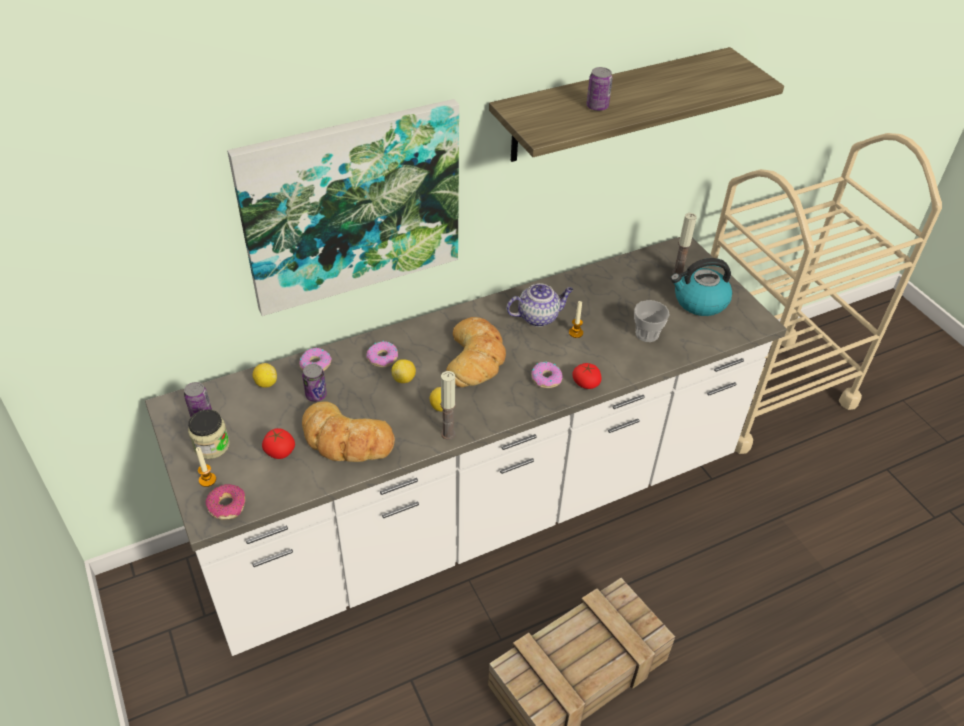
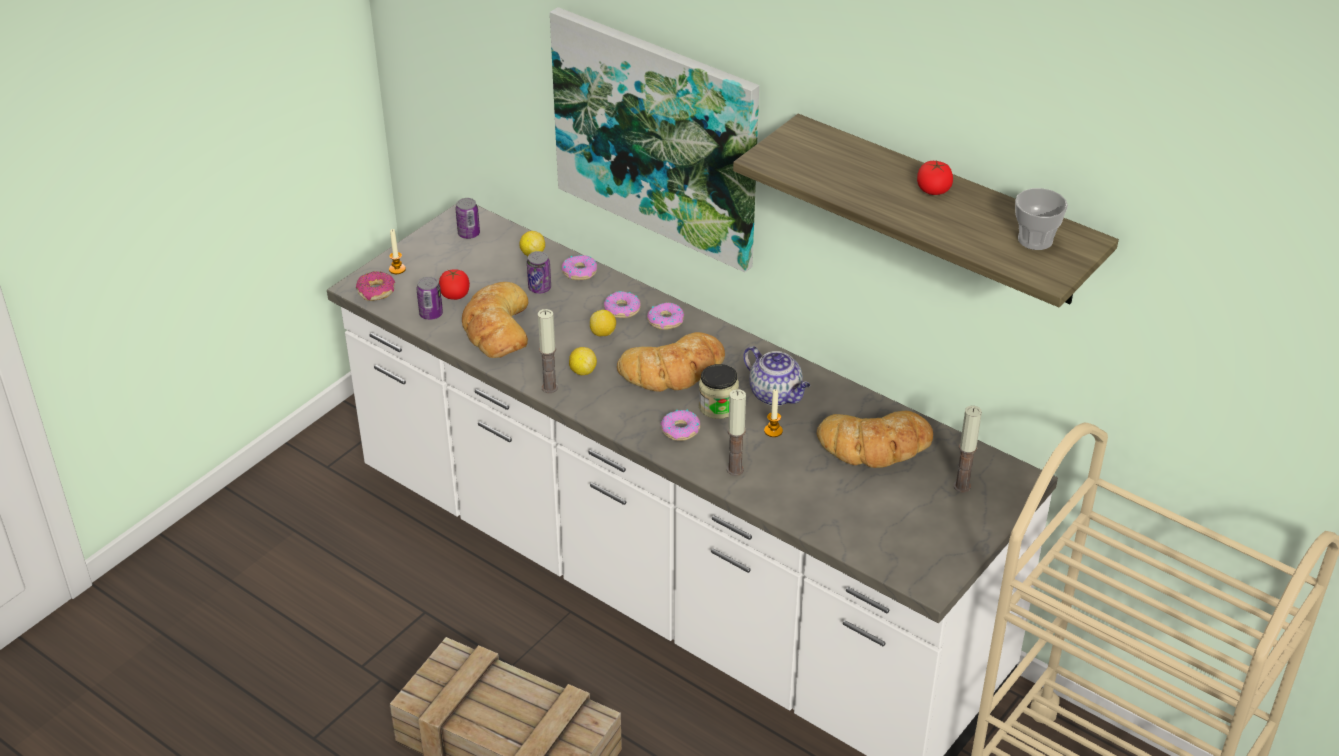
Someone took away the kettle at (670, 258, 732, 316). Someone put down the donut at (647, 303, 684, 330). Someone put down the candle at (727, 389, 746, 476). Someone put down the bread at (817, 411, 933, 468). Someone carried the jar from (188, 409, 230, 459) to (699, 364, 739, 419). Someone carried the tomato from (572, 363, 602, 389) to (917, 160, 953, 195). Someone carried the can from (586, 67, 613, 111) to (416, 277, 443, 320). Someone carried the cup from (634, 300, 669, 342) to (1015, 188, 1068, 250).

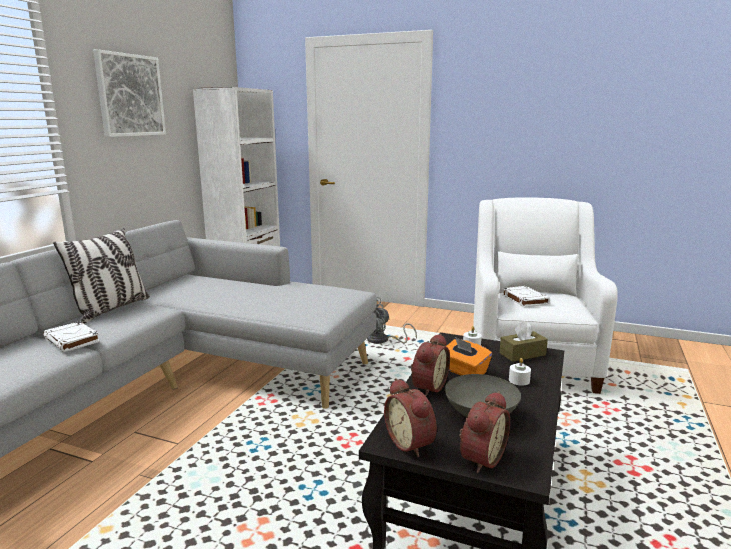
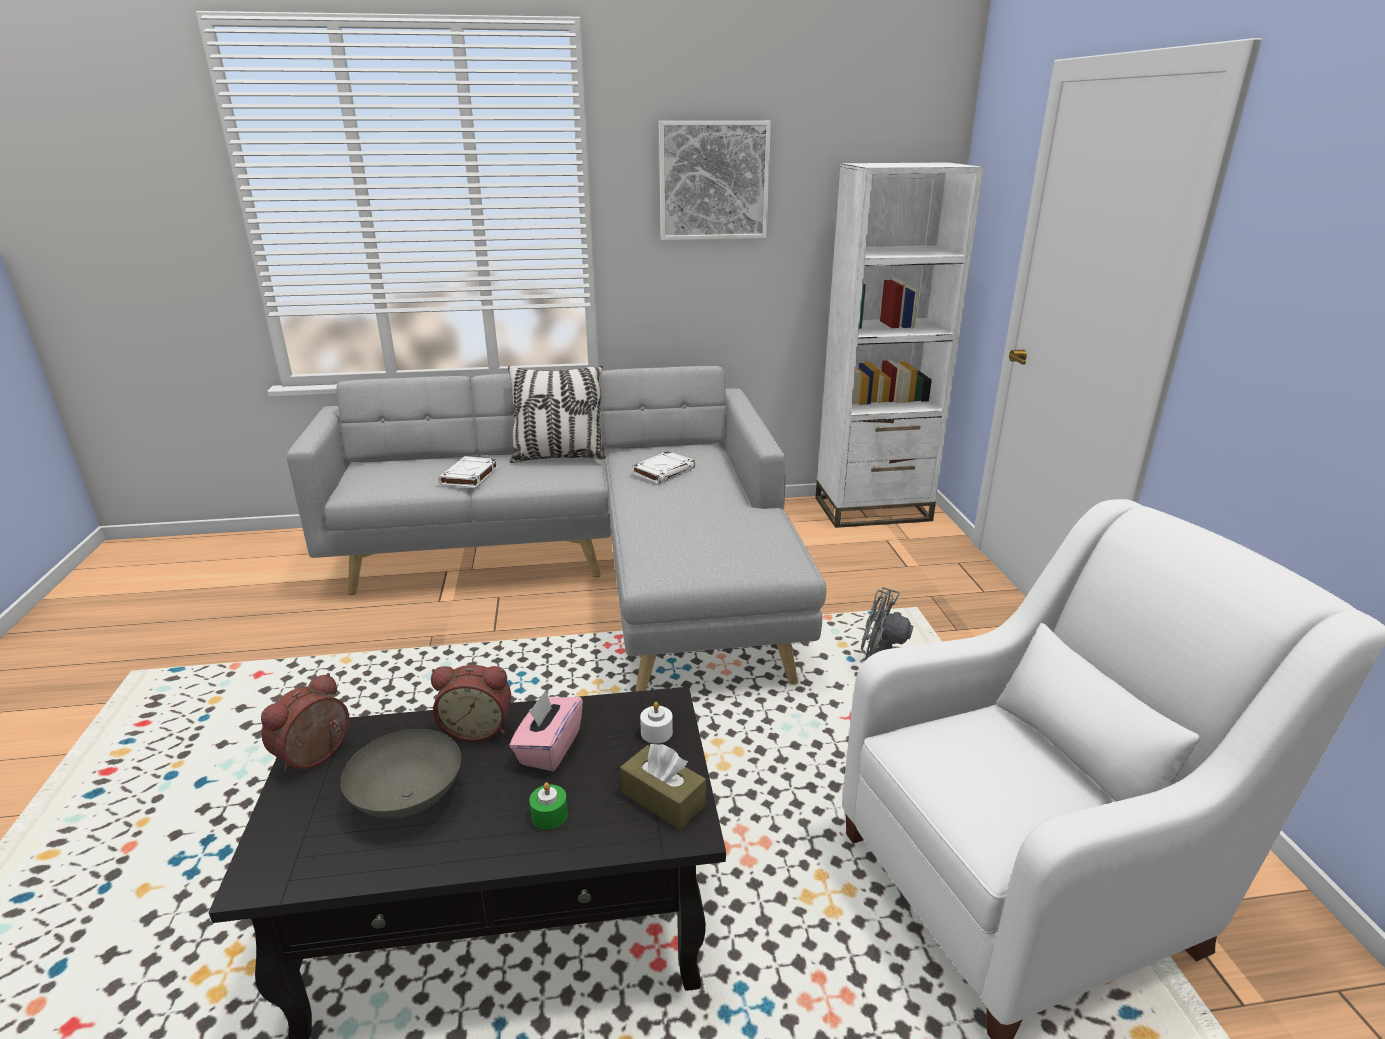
Someone took away the alarm clock at (459, 391, 510, 473). Someone carried the white book from (502, 286, 550, 307) to (632, 451, 695, 484). Someone repainted the orange tissue box at (446, 337, 492, 375), which became the pink tissue box at (510, 690, 583, 771). Someone repainted the white candle at (509, 358, 531, 386), which became the green candle at (529, 782, 568, 830).

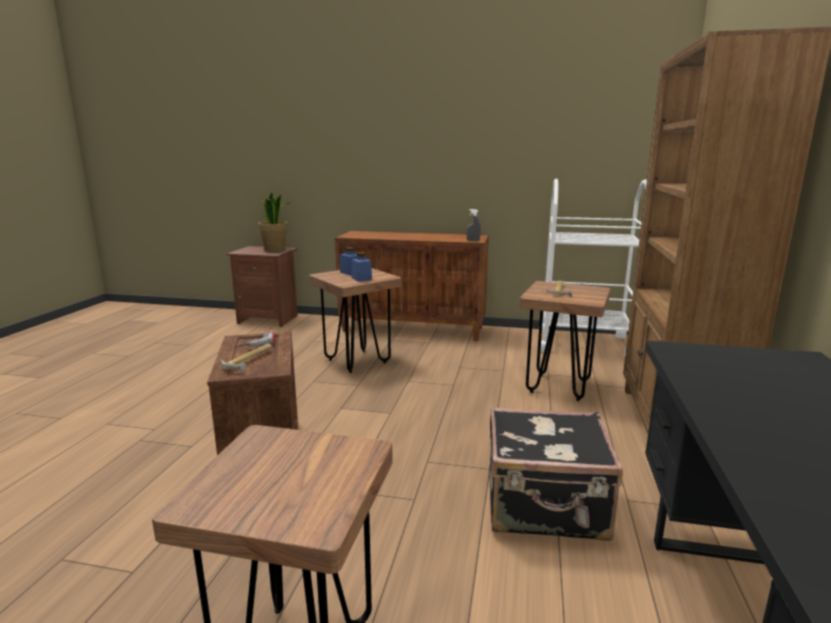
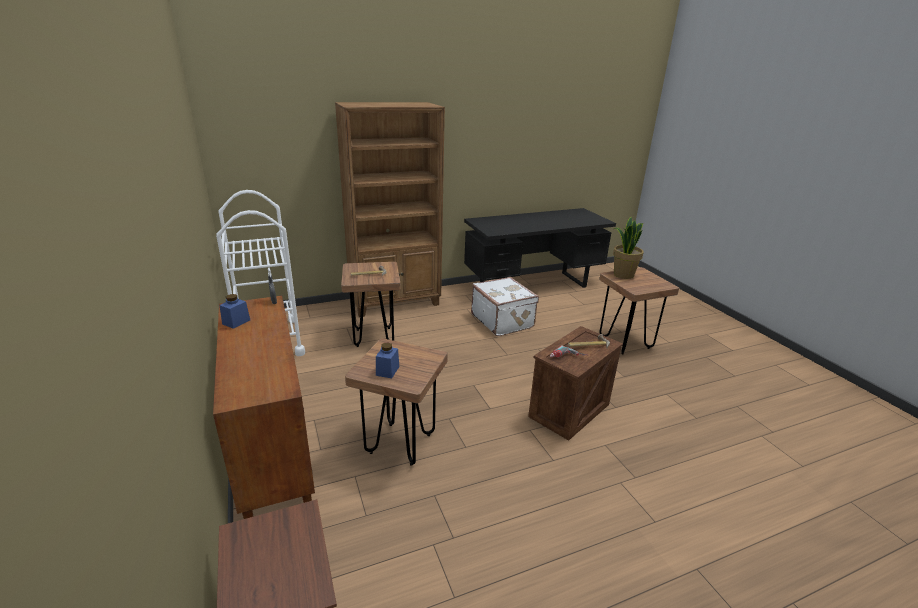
Someone carried the potted plant from (258, 193, 290, 252) to (613, 217, 644, 279). Someone carried the blue jar from (352, 252, 372, 282) to (219, 294, 250, 329). Someone repainted the black suitcase at (489, 407, 623, 541), which became the white suitcase at (471, 277, 539, 336).

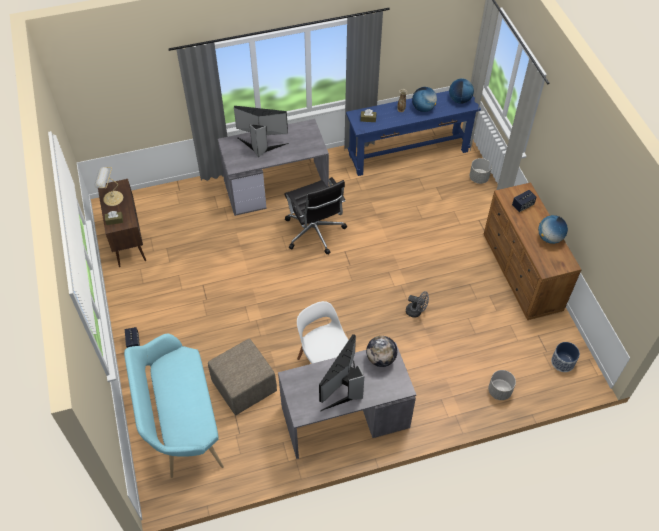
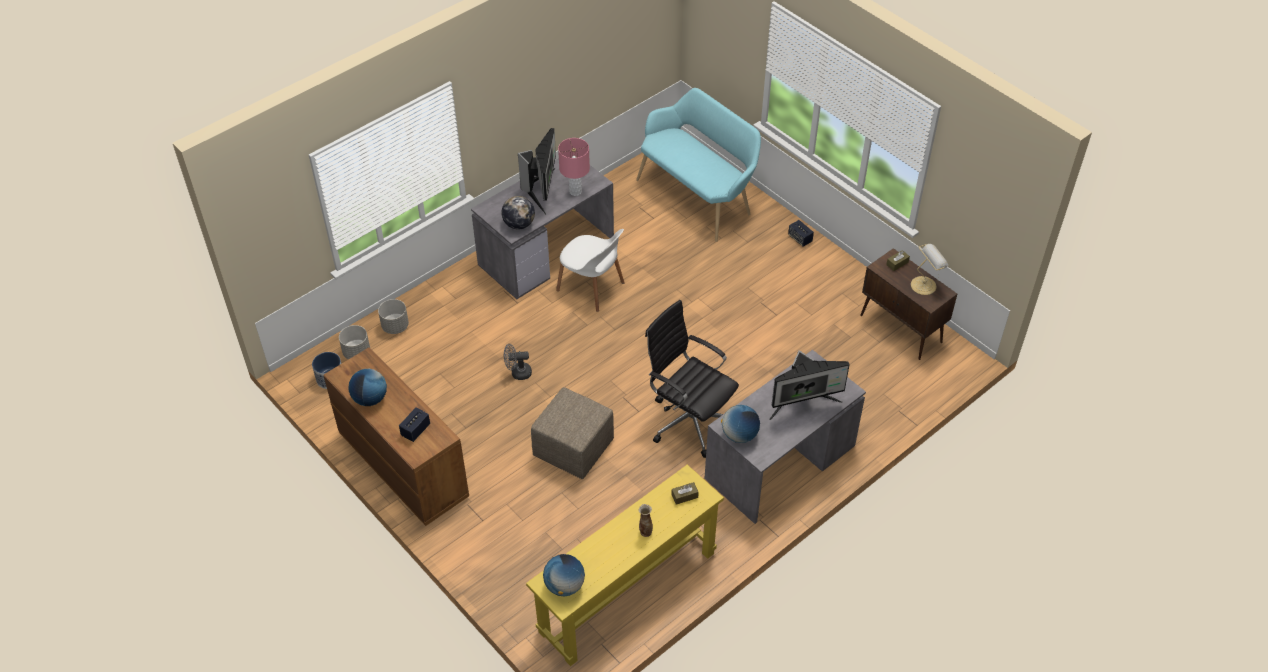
Someone put down the pink table lamp at (558, 138, 590, 196). Someone carried the beige ottoman from (208, 339, 277, 416) to (531, 387, 614, 479). Someone carried the globe from (412, 87, 437, 112) to (721, 405, 760, 443). Someone carried the grey planter from (469, 158, 492, 184) to (339, 325, 370, 359). Someone repainted the blue console table at (346, 91, 481, 176), which became the yellow console table at (526, 465, 724, 666).

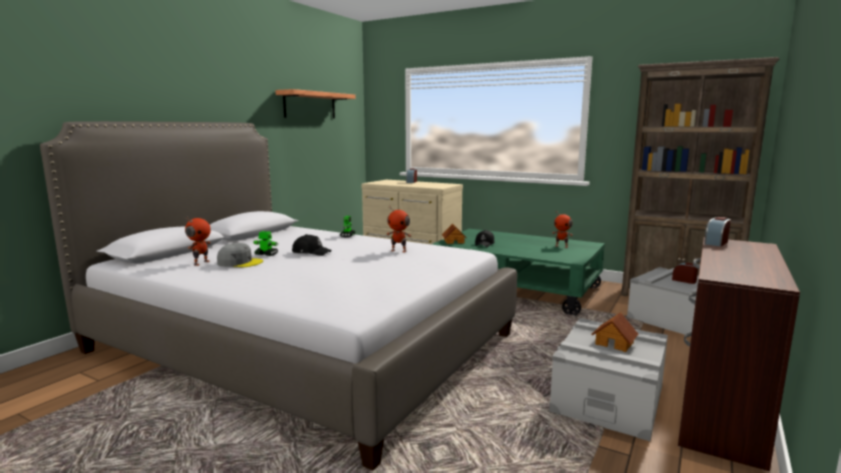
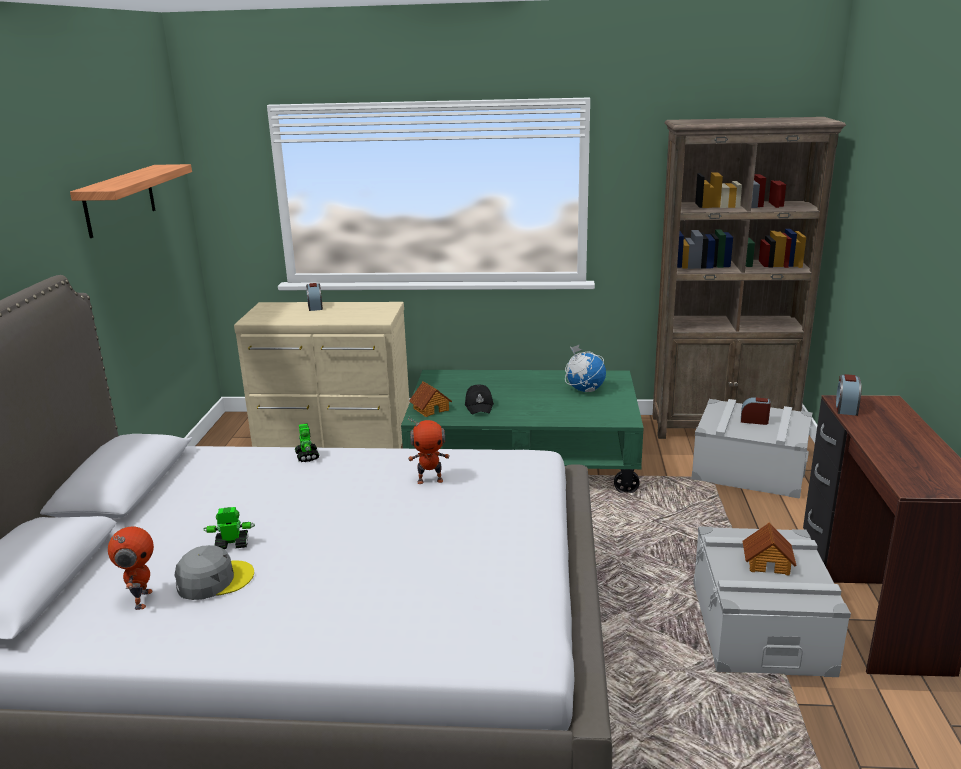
Someone took away the black cap at (292, 234, 332, 256). Someone swapped the toy robot at (552, 212, 573, 248) for the globe at (565, 345, 606, 392).

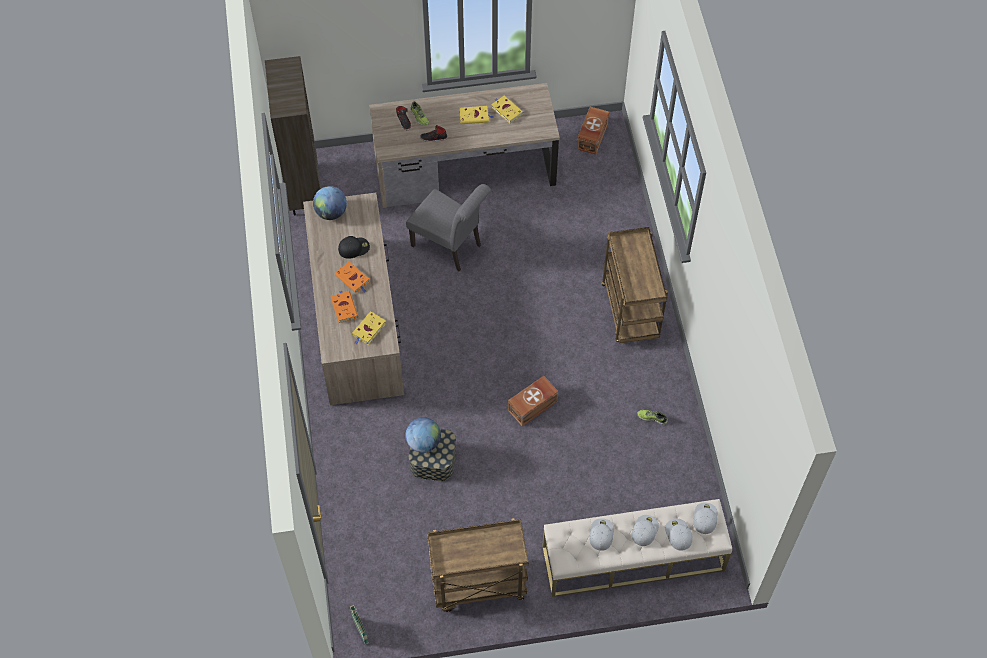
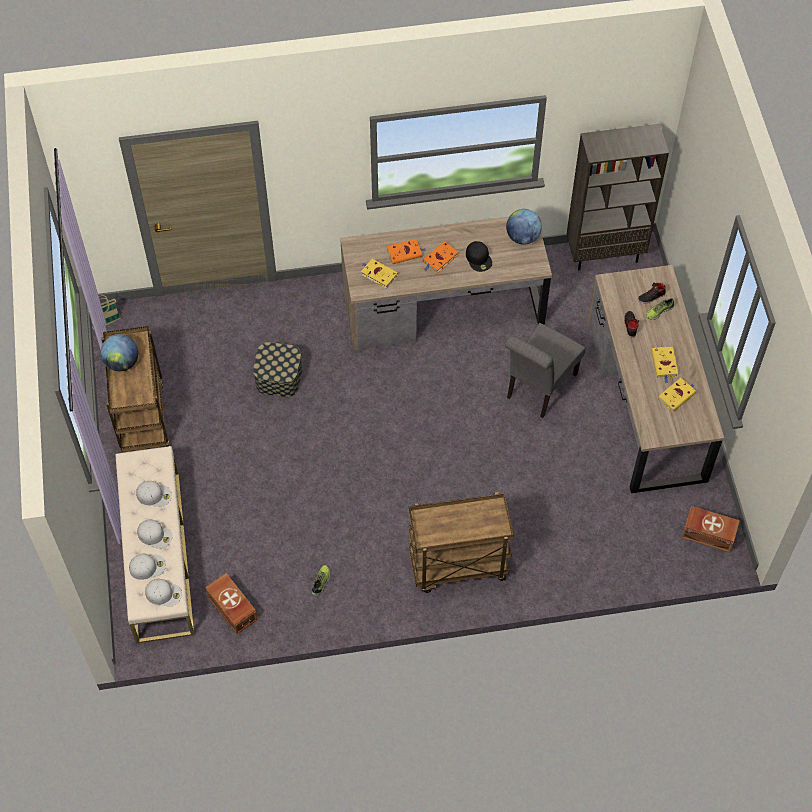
Someone carried the globe from (406, 417, 441, 453) to (101, 334, 138, 371). Someone carried the brown storage box from (508, 376, 558, 426) to (205, 573, 258, 634).

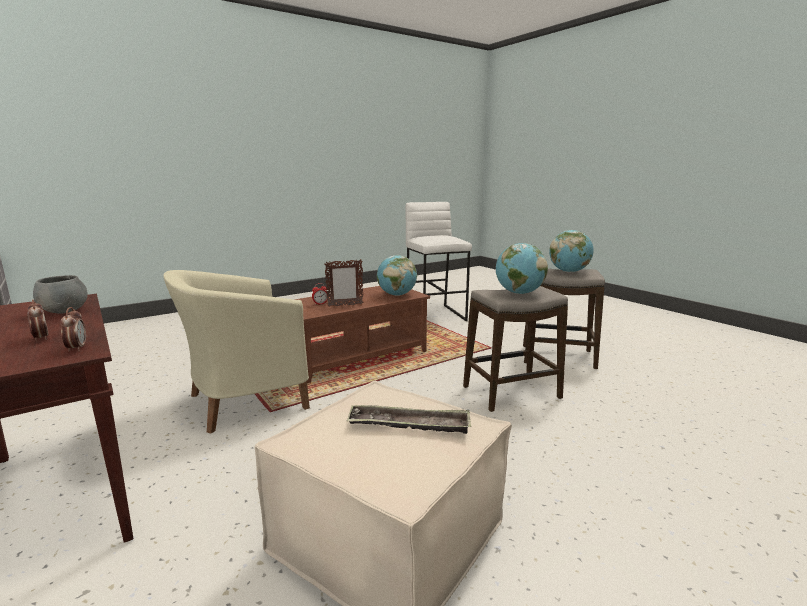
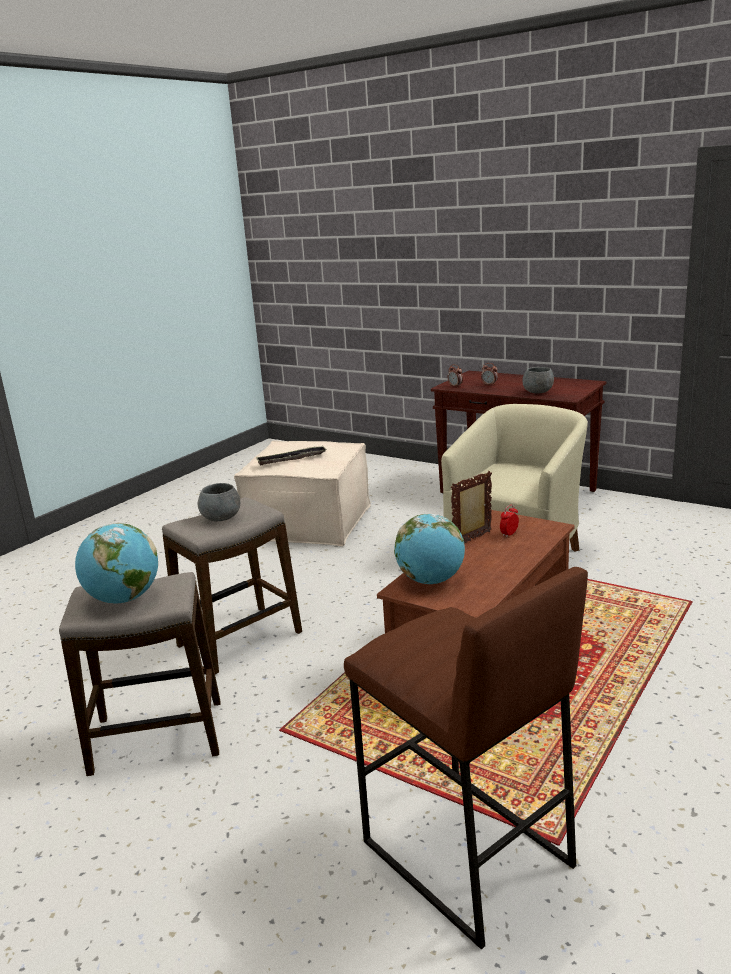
Someone swapped the globe at (496, 243, 548, 294) for the grey bowl at (198, 483, 240, 521). Someone repainted the white stool at (406, 202, 472, 321), which became the brown stool at (344, 567, 588, 950).

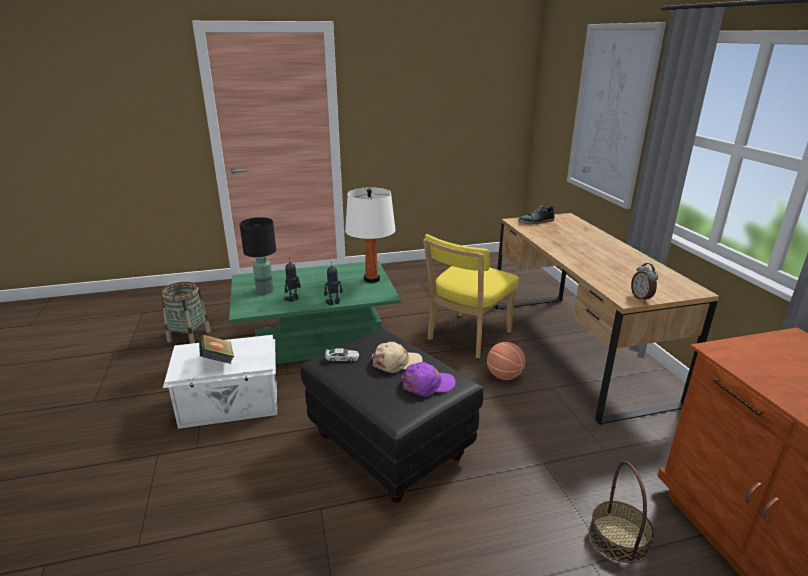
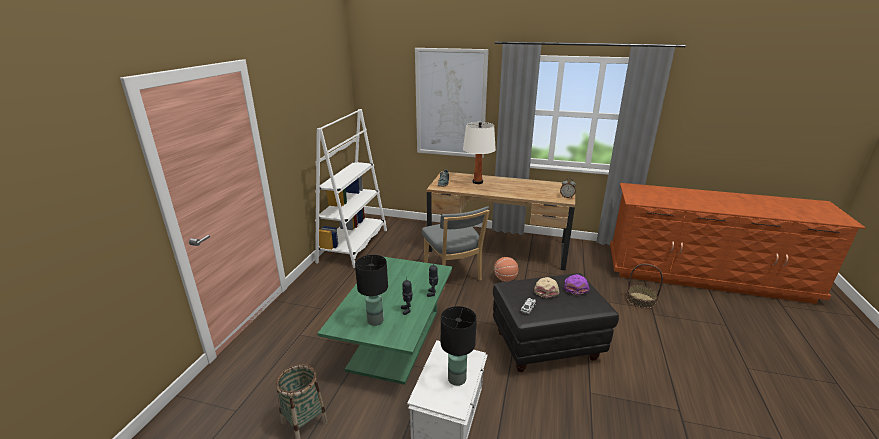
Someone put down the white bookcase at (315, 109, 387, 268). Someone carried the white table lamp from (345, 187, 396, 283) to (463, 122, 496, 184). Someone swapped the book at (199, 335, 234, 364) for the black table lamp at (441, 306, 477, 386). Someone repainted the yellow chair at (423, 234, 519, 358), which became the grey chair at (422, 206, 490, 289).

